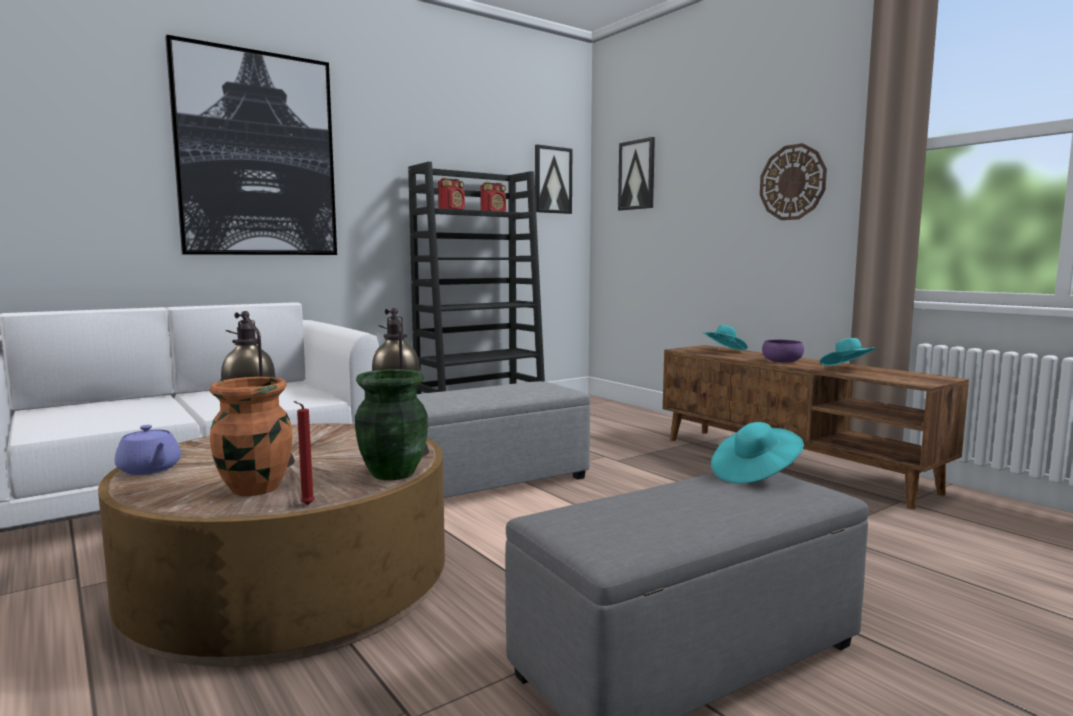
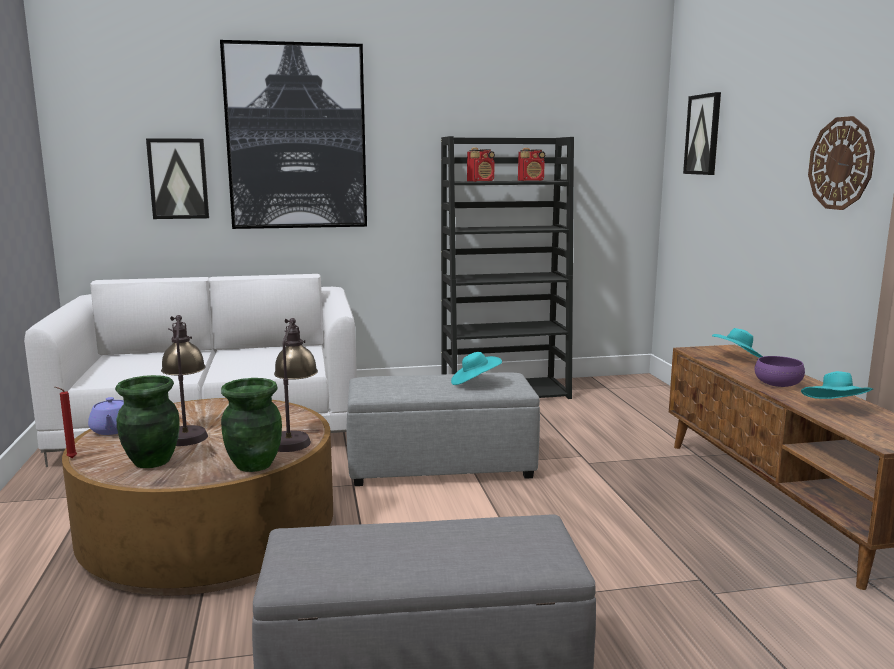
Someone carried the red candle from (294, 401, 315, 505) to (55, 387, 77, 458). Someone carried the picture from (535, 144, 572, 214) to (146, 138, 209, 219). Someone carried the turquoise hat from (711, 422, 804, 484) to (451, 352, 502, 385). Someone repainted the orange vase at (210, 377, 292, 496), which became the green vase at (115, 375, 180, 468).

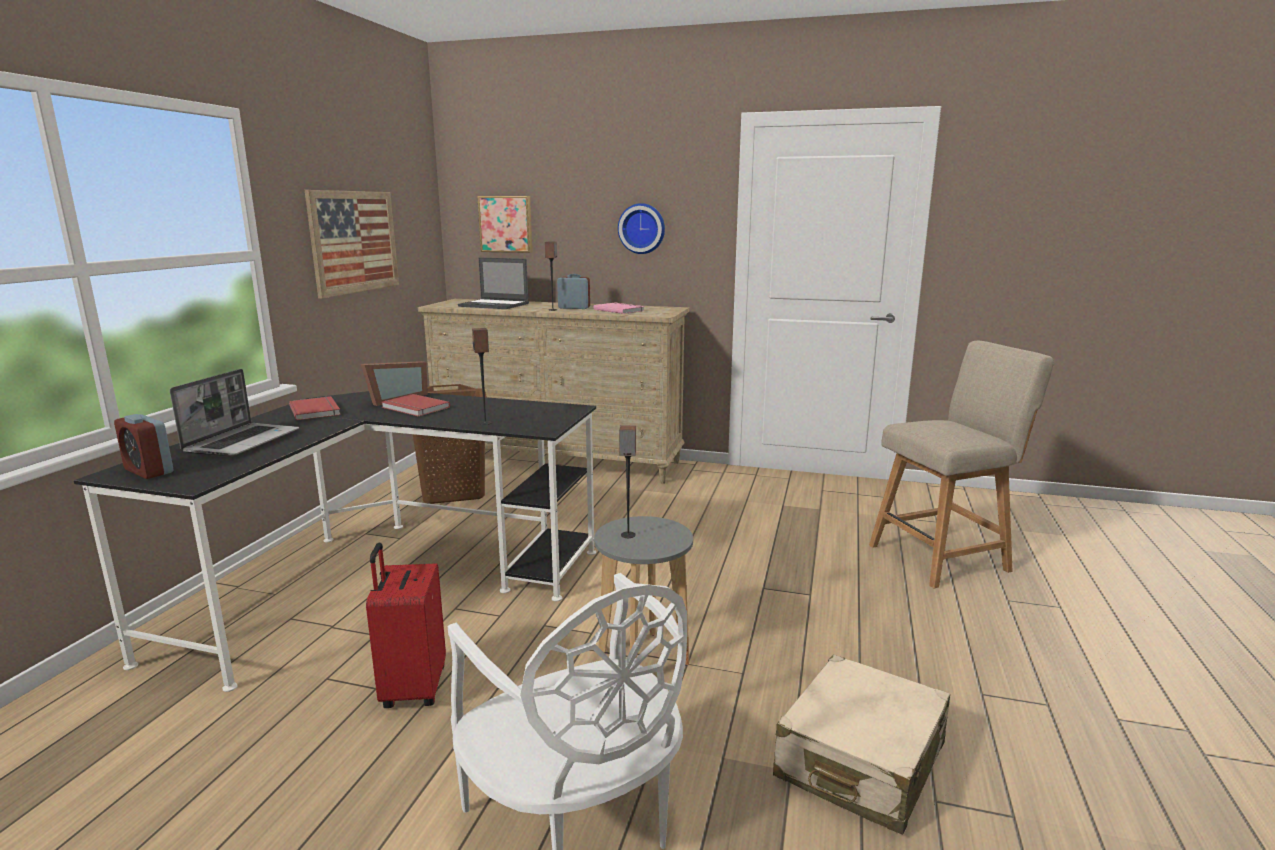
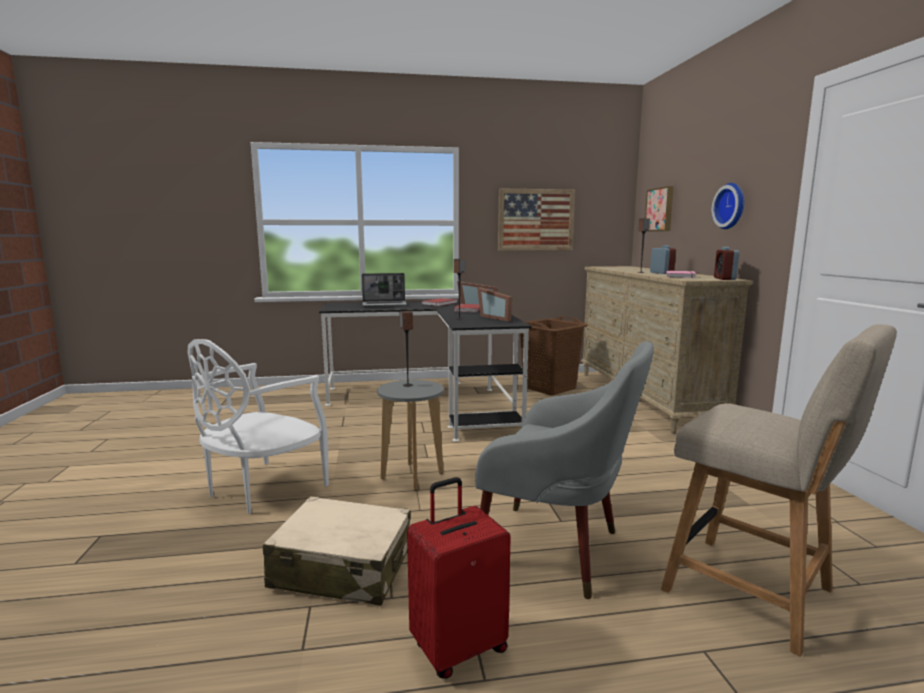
Someone took away the laptop at (458, 258, 529, 309). Someone put down the grey armchair at (475, 341, 654, 599). Someone put down the picture frame at (477, 287, 512, 321). Someone carried the alarm clock from (114, 414, 173, 479) to (714, 247, 739, 280). Someone carried the red suitcase from (366, 542, 446, 708) to (407, 477, 511, 679).

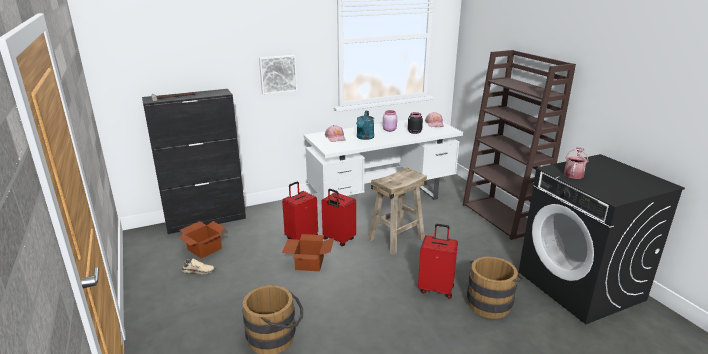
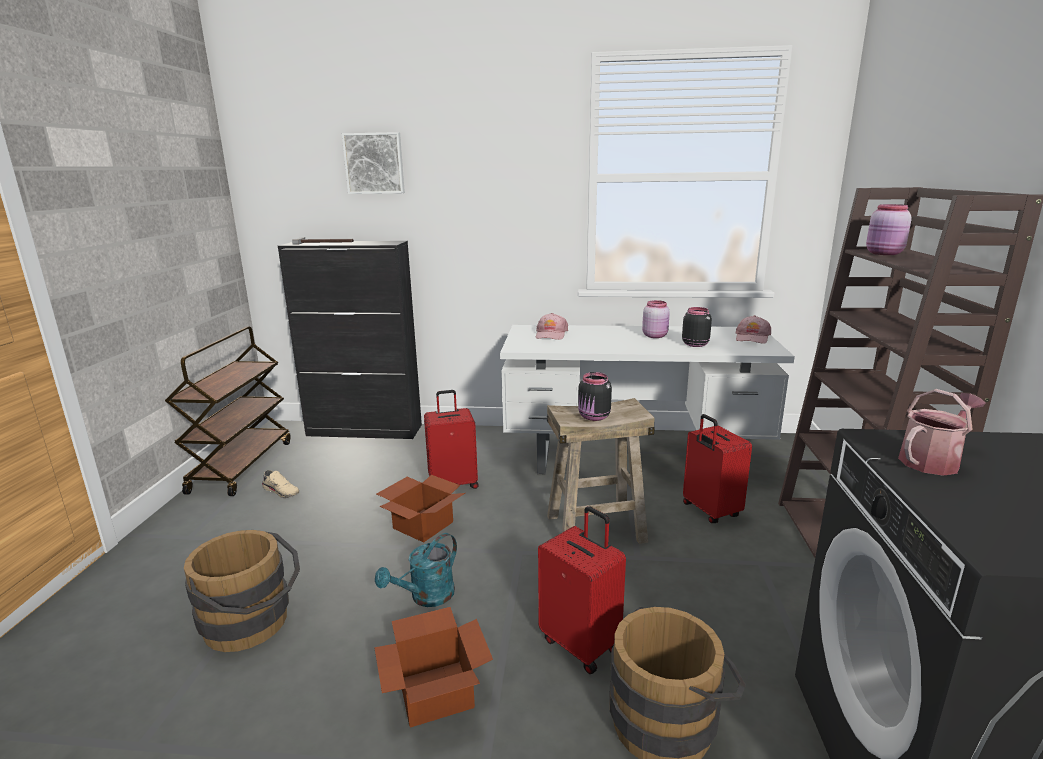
Someone put down the brown cart at (165, 326, 291, 496). Someone put down the black jar at (578, 372, 612, 421). Someone put down the pink jar at (866, 204, 912, 255). Someone carried the cardboard box from (178, 221, 226, 259) to (374, 607, 493, 728). Someone carried the picture from (259, 55, 297, 95) to (342, 132, 405, 194). Someone carried the red suitcase from (322, 189, 356, 246) to (683, 414, 752, 523). Someone carried the turquoise watering can from (356, 111, 374, 140) to (375, 533, 457, 607).

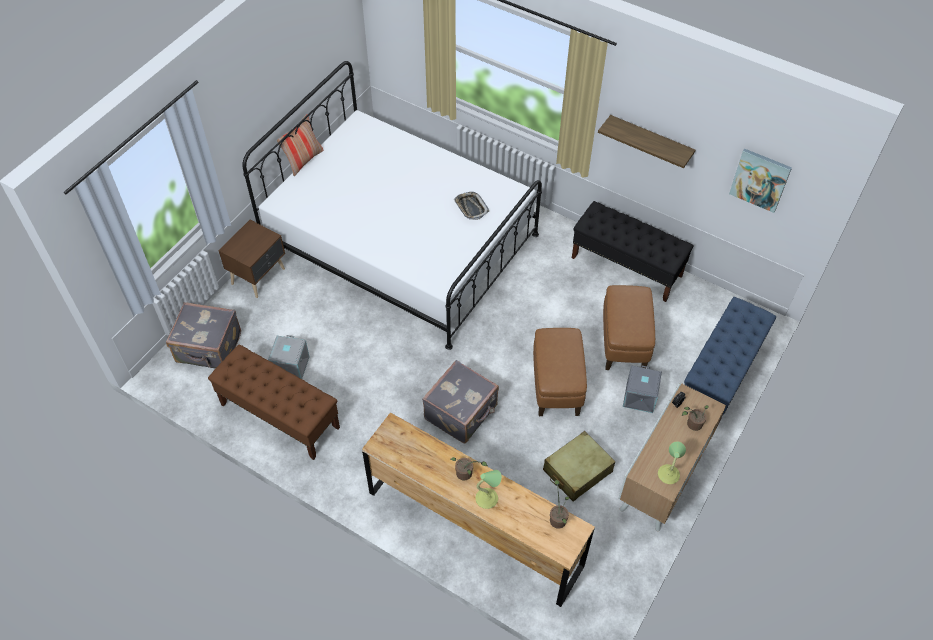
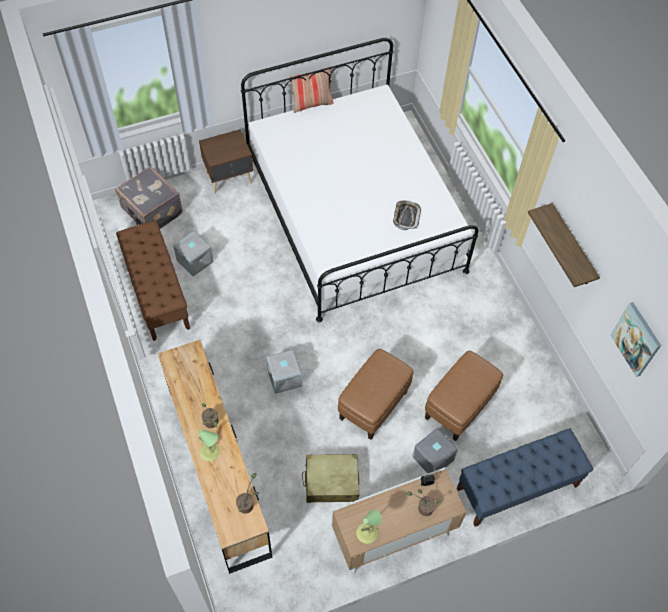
Someone took away the black bench at (572, 201, 694, 302). Someone swapped the grey suitcase at (422, 360, 499, 443) for the grey storage box at (266, 349, 302, 394).

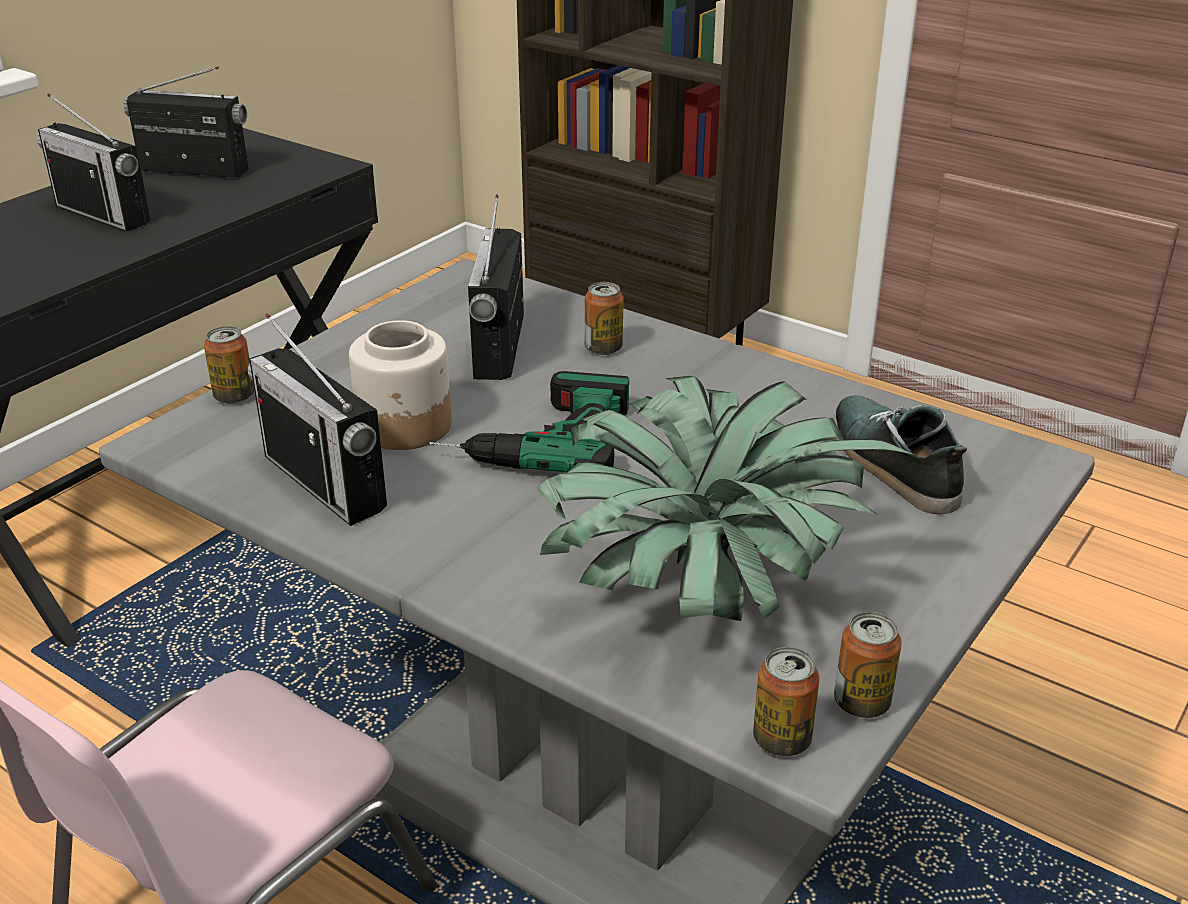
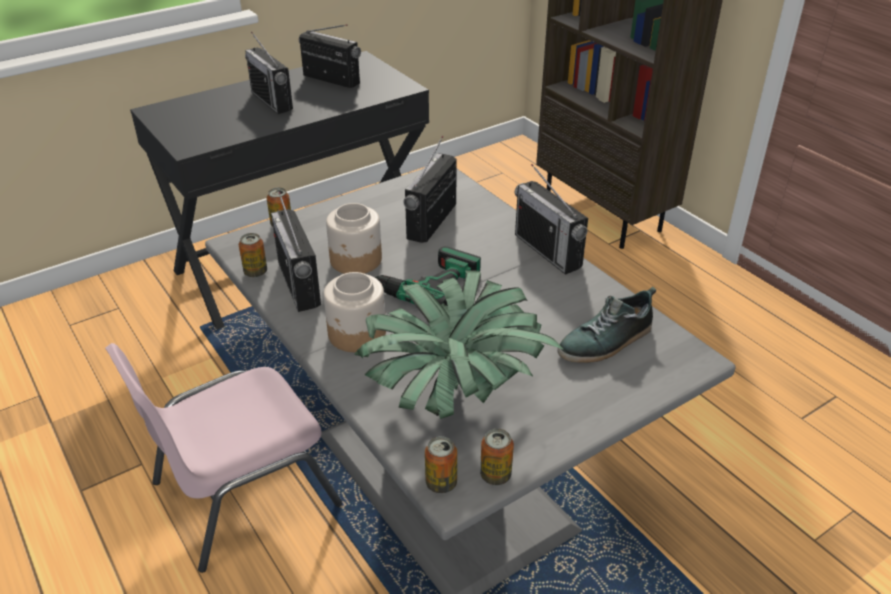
Someone put down the jar at (324, 272, 386, 352). Someone put down the radio at (515, 164, 588, 275). Someone carried the can from (585, 282, 624, 355) to (239, 233, 267, 278). Someone rotated the shoe at (834, 395, 967, 515) by 120 degrees counterclockwise.

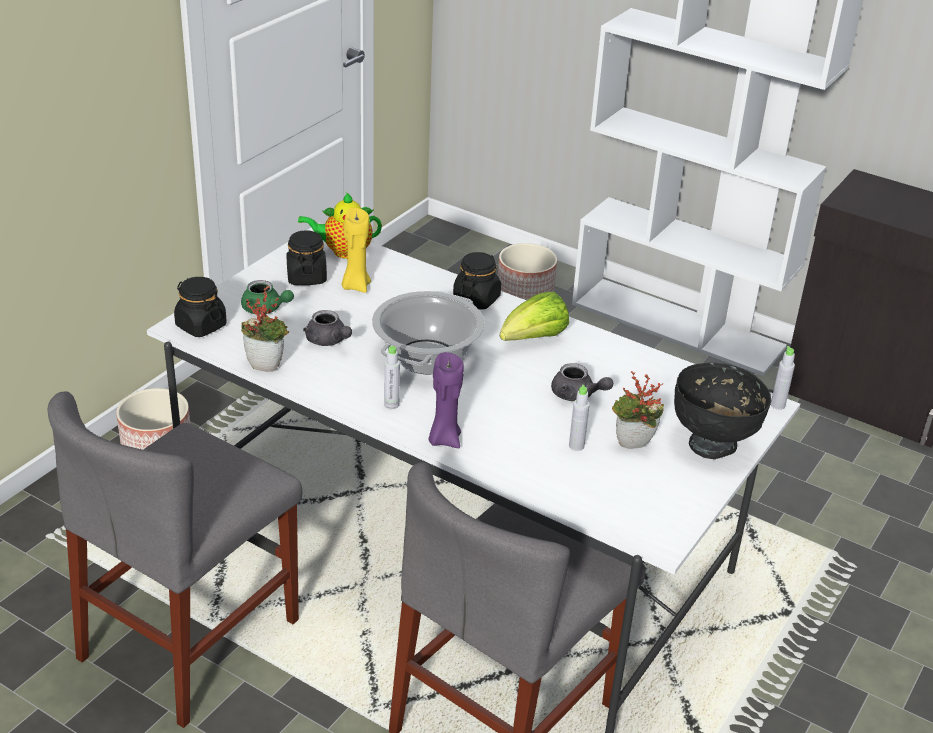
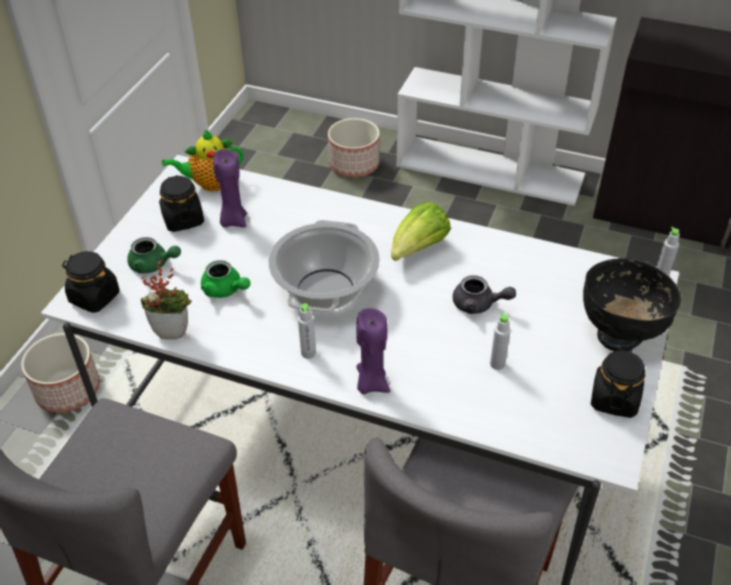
Someone took away the potted plant at (612, 371, 664, 449). Someone carried the black jar from (453, 252, 501, 310) to (591, 348, 646, 418). Someone repainted the grey teapot at (303, 310, 352, 346), which became the green teapot at (201, 260, 251, 298). Someone repainted the yellow candle at (342, 208, 371, 293), which became the purple candle at (213, 149, 247, 227).

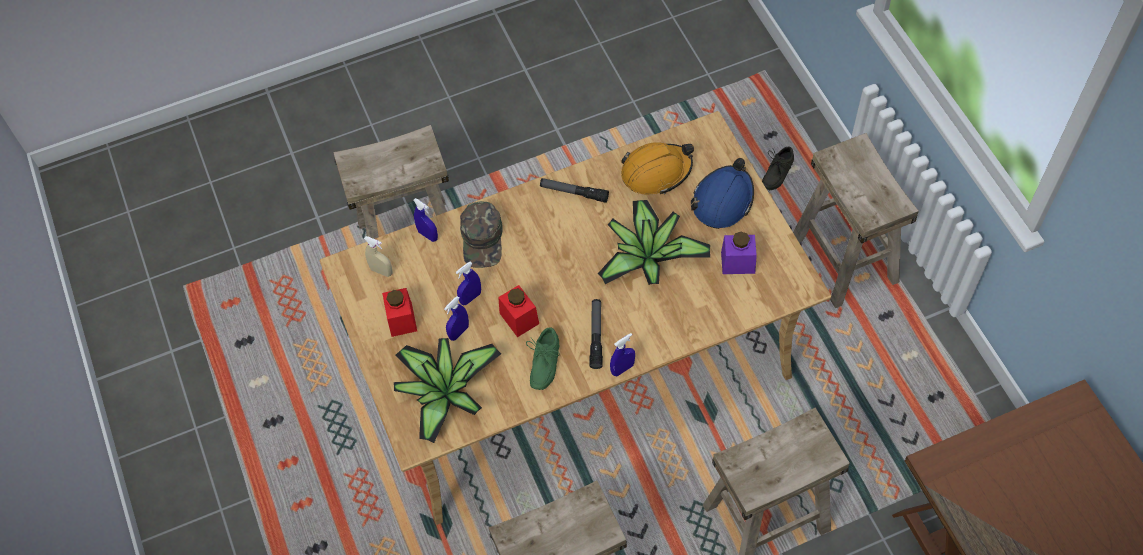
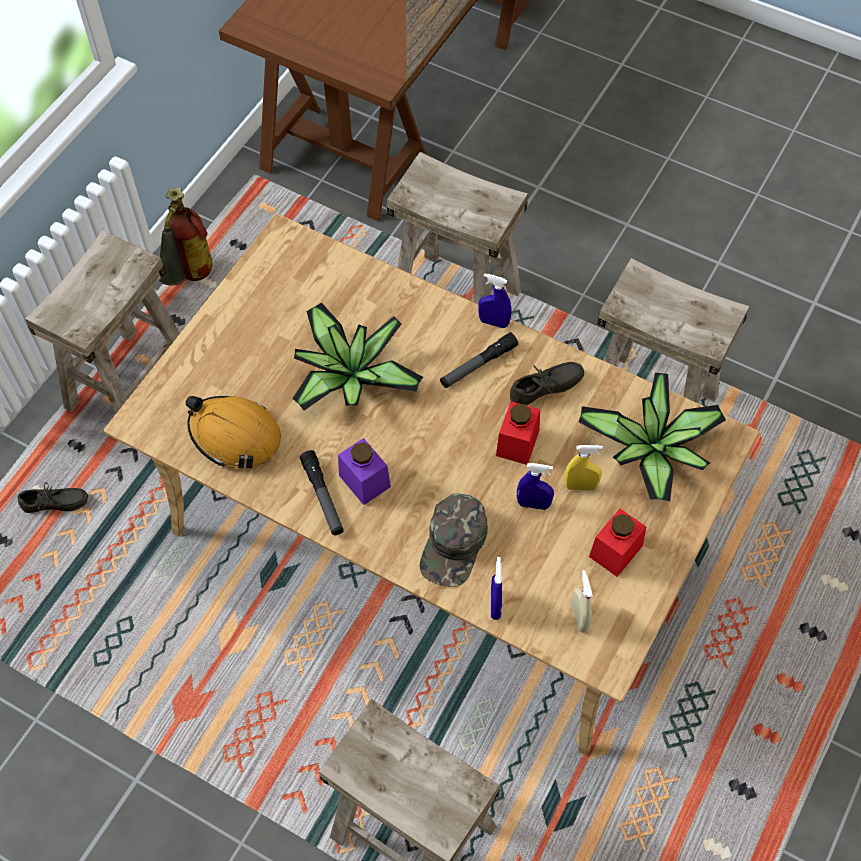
Someone took away the blue hard hat at (691, 158, 754, 229). Someone put down the fire extinguisher at (159, 187, 213, 286). Someone carried the purple jar from (721, 232, 757, 274) to (338, 438, 391, 505). Someone repainted the blue spray bottle at (444, 296, 469, 341), which became the yellow spray bottle at (564, 445, 603, 490). Someone repainted the green shoe at (526, 327, 560, 390), which became the grey shoe at (510, 362, 584, 405). Someone rotated the green cap at (460, 201, 503, 268) by 150 degrees clockwise.

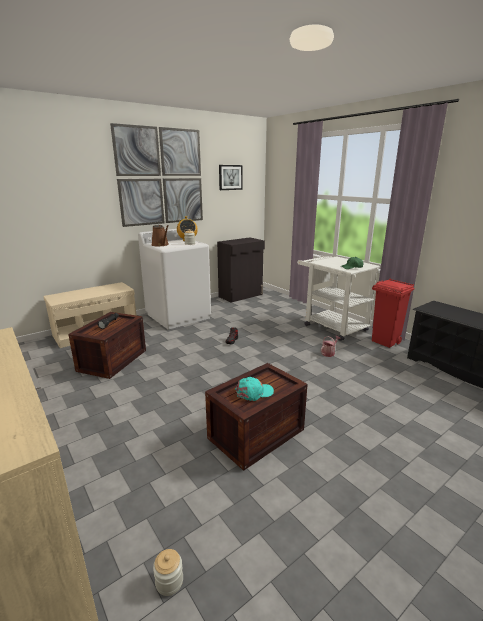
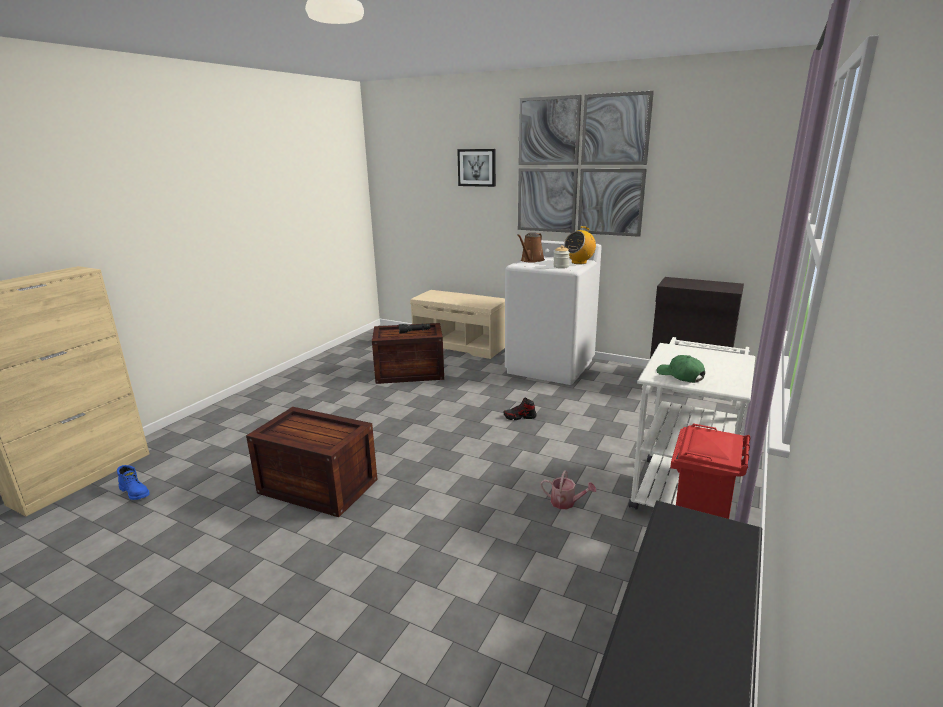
Someone took away the turquoise cap at (235, 377, 274, 401). Someone carried the picture from (219, 165, 242, 190) to (457, 149, 496, 187). Someone swapped the jar at (153, 549, 183, 596) for the blue boot at (117, 465, 150, 500).

